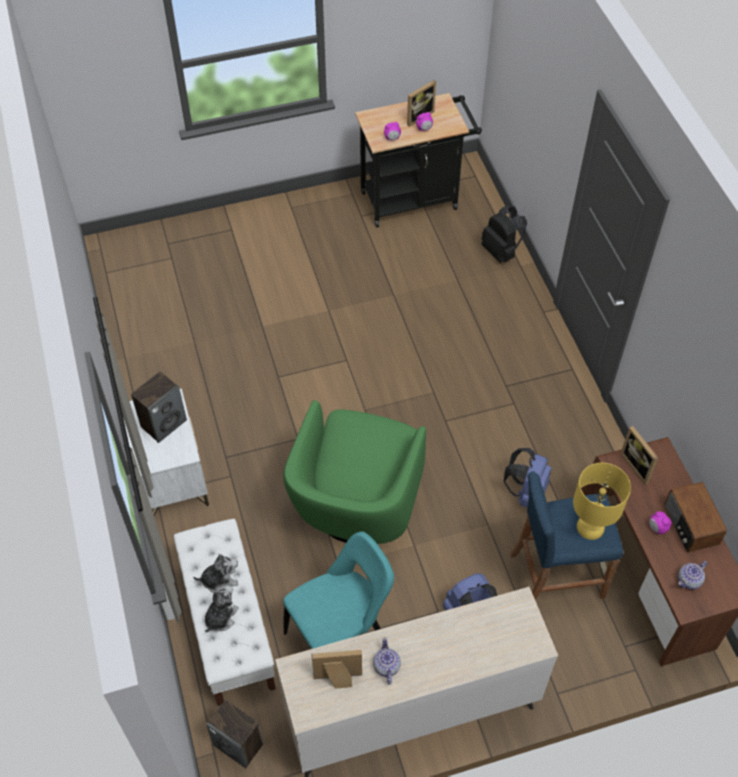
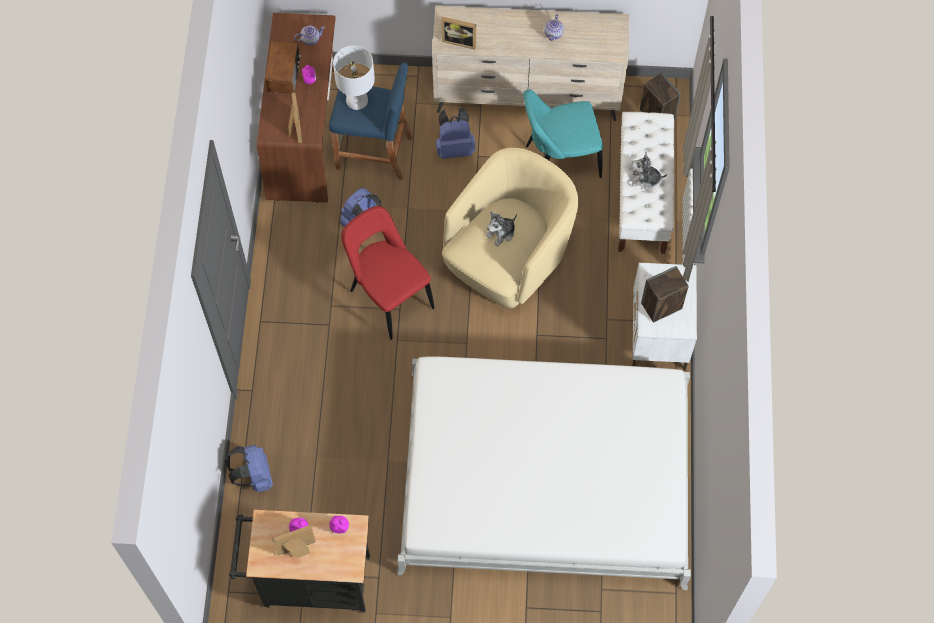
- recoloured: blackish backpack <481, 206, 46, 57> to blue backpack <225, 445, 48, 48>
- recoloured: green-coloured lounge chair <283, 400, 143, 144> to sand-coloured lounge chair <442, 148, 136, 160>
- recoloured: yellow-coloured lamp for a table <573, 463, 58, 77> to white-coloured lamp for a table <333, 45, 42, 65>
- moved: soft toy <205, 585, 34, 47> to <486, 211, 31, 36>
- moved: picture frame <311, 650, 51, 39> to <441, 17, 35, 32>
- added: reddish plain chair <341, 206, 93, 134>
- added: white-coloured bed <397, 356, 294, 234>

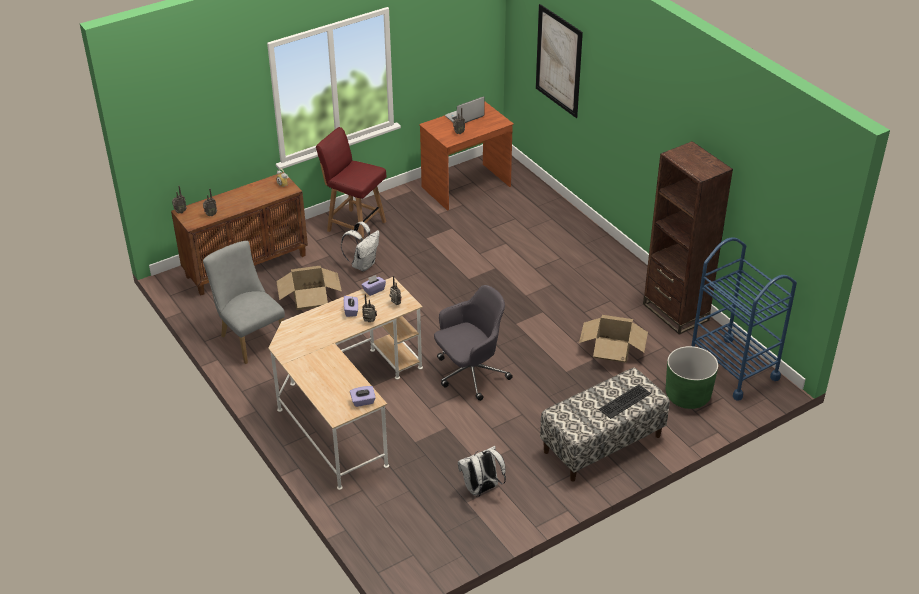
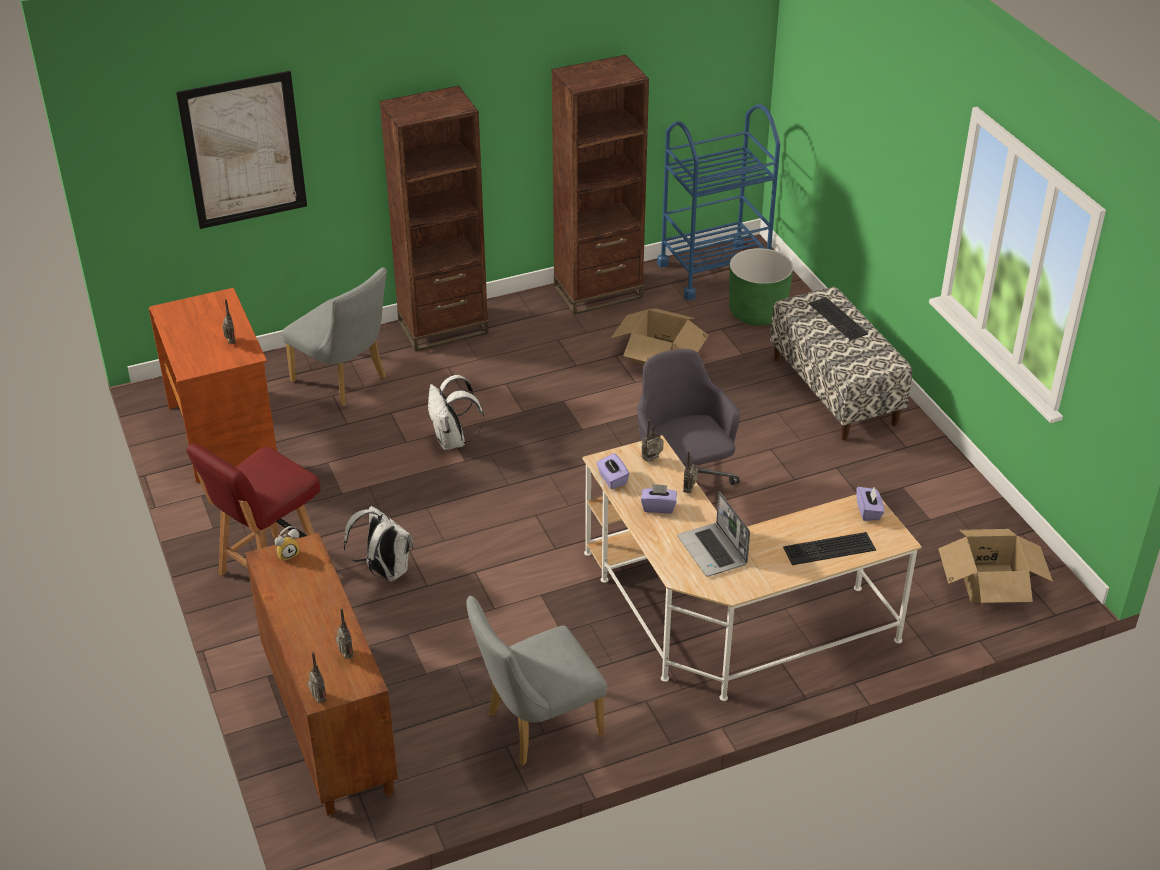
- moved: laptop <445, 96, 40, 27> to <678, 491, 72, 86>
- moved: carton <276, 266, 66, 44> to <938, 529, 115, 74>
- moved: white-coloured backpack <458, 446, 48, 51> to <428, 375, 56, 75>
- added: brown shelving unit <380, 86, 109, 266>
- added: gray plain chair <282, 267, 105, 139>
- added: PC keyboard <783, 532, 93, 33>

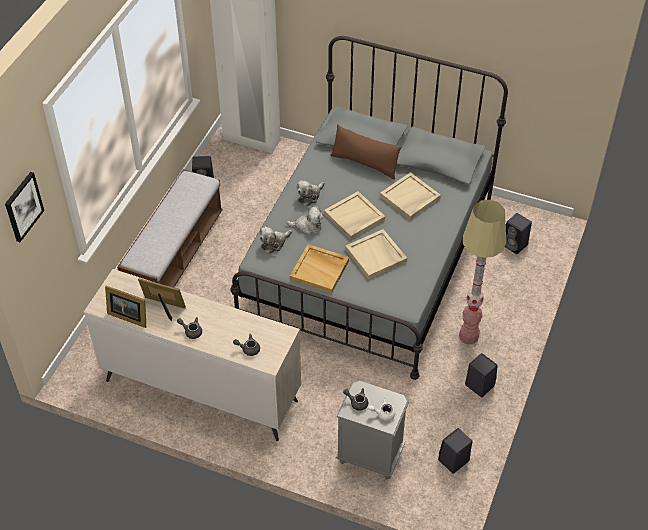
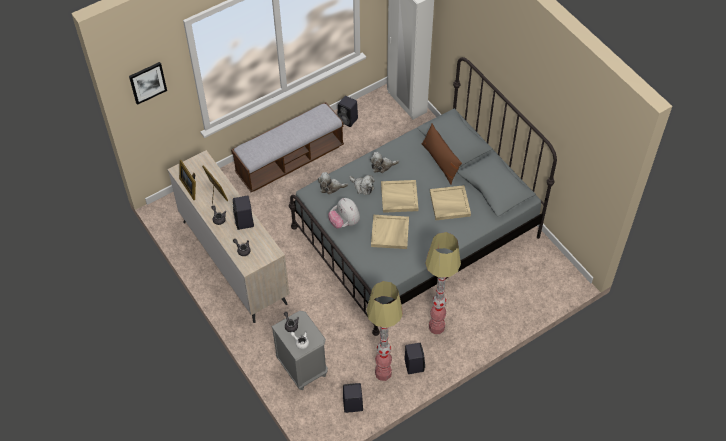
- moved: blackish speaker <505, 213, 27, 41> to <233, 196, 21, 34>
- replaced: sand-coloured carrying tray <290, 244, 59, 49> to soft toy <328, 198, 32, 31>
- added: floor lamp <366, 281, 37, 100>

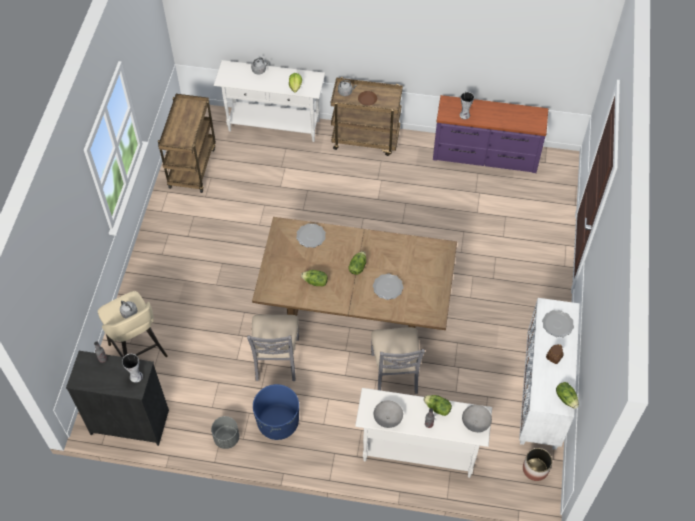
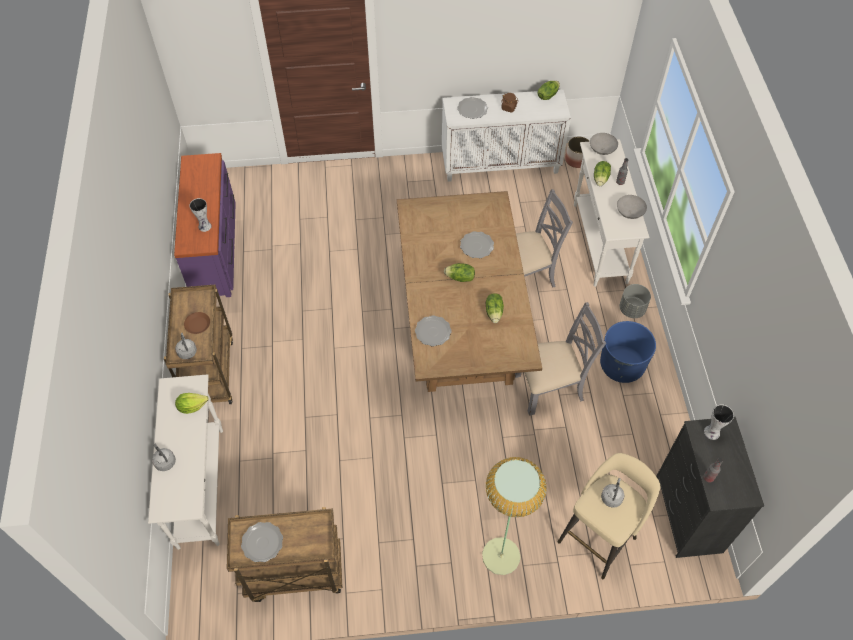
- moved: gray plant pot <211, 416, 28, 33> to <620, 284, 31, 34>
- added: floor lamp <482, 457, 65, 118>
- added: flat dish <241, 522, 42, 40>

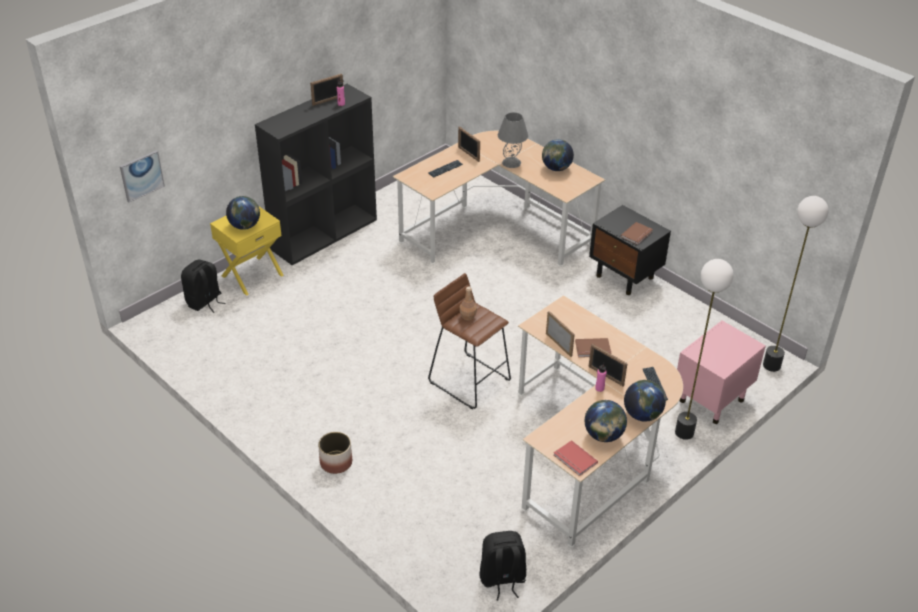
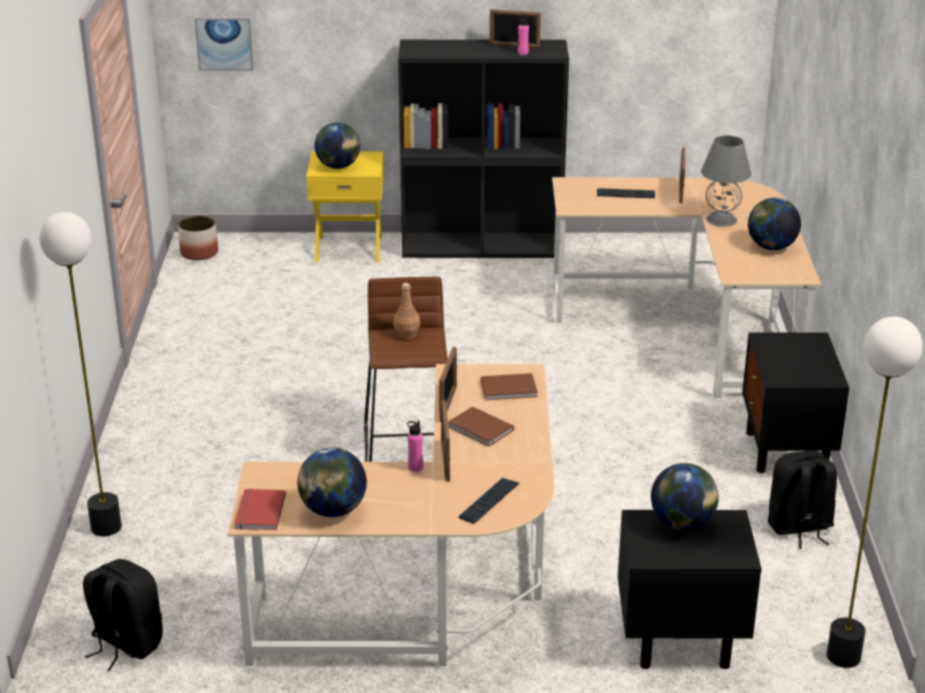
- moved: brown volume <621, 222, 32, 23> to <481, 373, 57, 27>
- moved: floor lamp <675, 259, 59, 181> to <40, 212, 82, 324>
- moved: blackish backpack <181, 260, 44, 53> to <768, 450, 69, 99>
- recoloured: pink nightstand <677, 321, 89, 103> to blackish nightstand <618, 510, 144, 159>
- moved: desk globe <624, 380, 42, 41> to <651, 463, 68, 68>
- moved: plant pot <318, 432, 34, 42> to <178, 216, 40, 44>

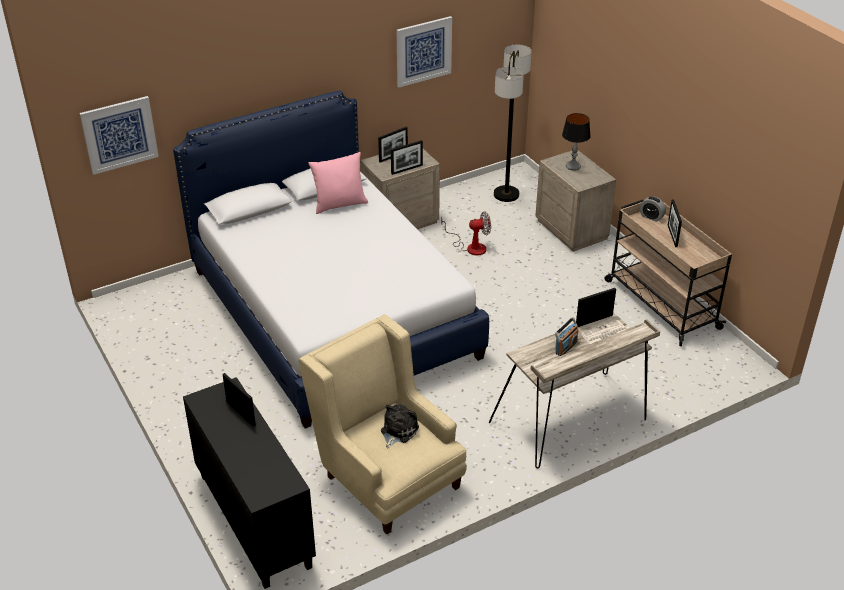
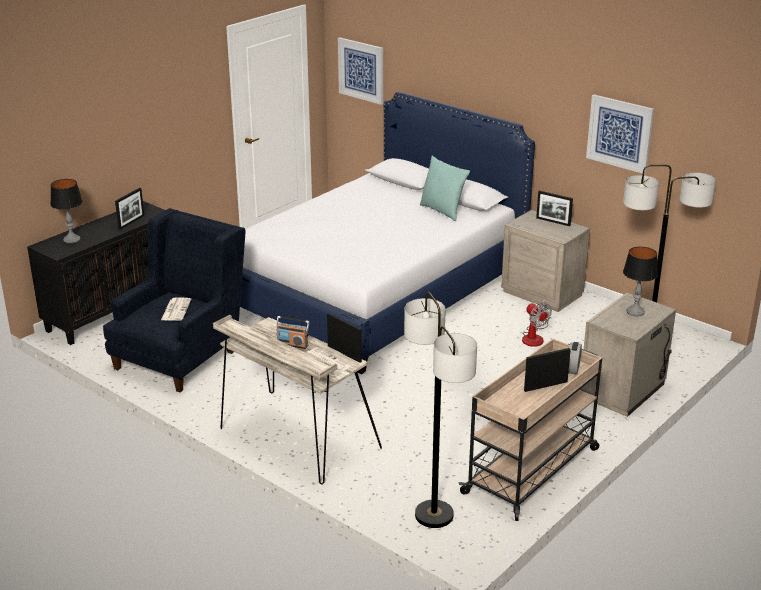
- removed: picture frame <391, 140, 32, 35>
- recoloured: pink throw pillow <309, 152, 59, 62> to turquoise throw pillow <420, 156, 50, 65>
- recoloured: sand-coloured lounge chair <298, 314, 169, 220> to blue lounge chair <103, 208, 142, 184>
- replaced: soft toy <381, 404, 38, 44> to daily paper <161, 297, 30, 24>
- added: lamp for a table <50, 179, 33, 64>
- added: floor lamp <404, 292, 73, 236>

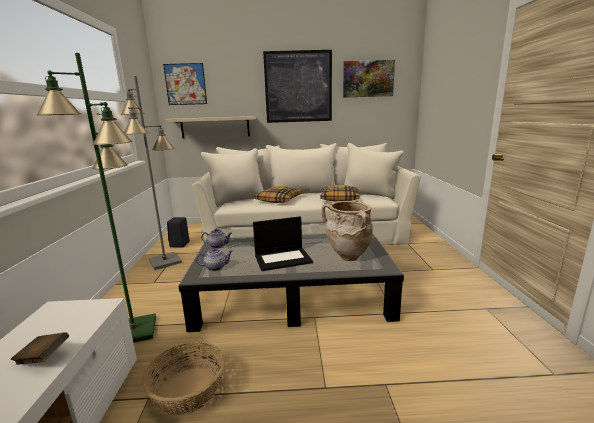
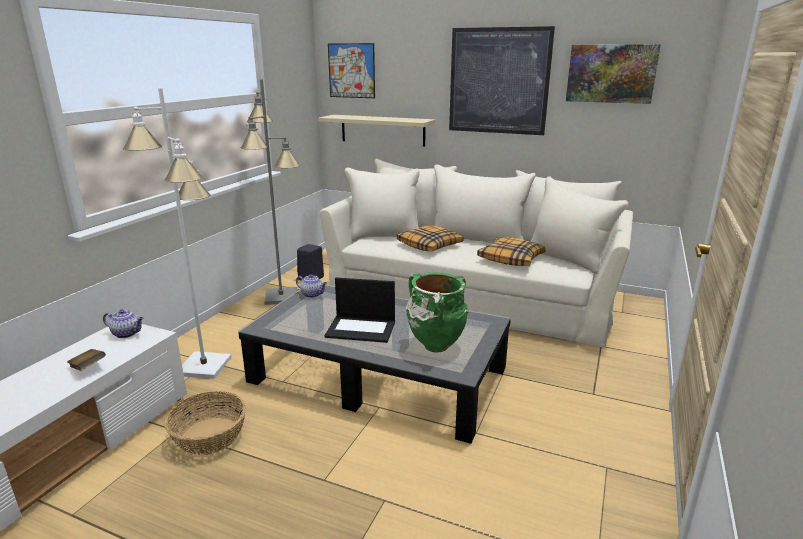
- recoloured: green-coloured floor lamp <37, 53, 119, 290> to white-coloured floor lamp <123, 88, 109, 291>
- recoloured: sand-coloured flower vase <321, 200, 52, 61> to green-coloured flower vase <406, 272, 63, 81>
- moved: teapot <196, 248, 37, 23> to <103, 309, 40, 29>

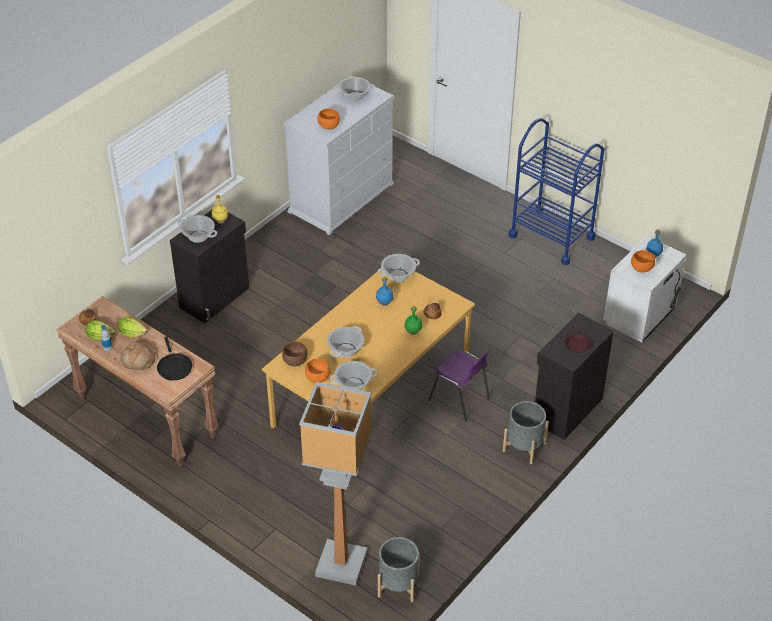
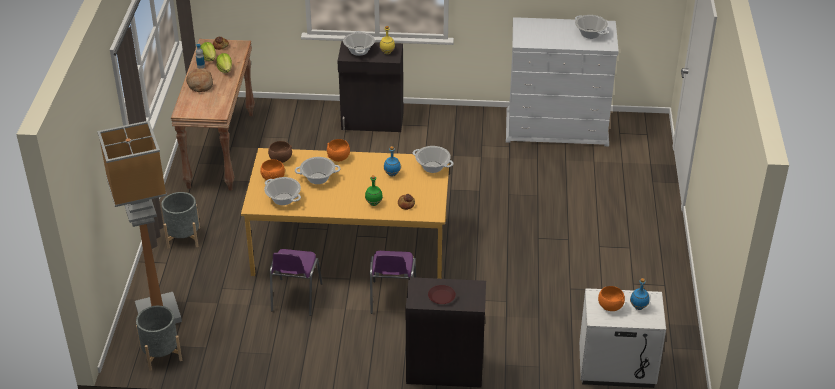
- moved: orange-coloured serving bowl <317, 108, 23, 22> to <327, 139, 23, 23>
- removed: blue cart <509, 118, 95, 147>
- removed: blackish skillet <157, 337, 35, 44>
- moved: gray plant pot <503, 401, 46, 63> to <161, 192, 39, 57>
- added: purple plain chair <270, 249, 53, 67>

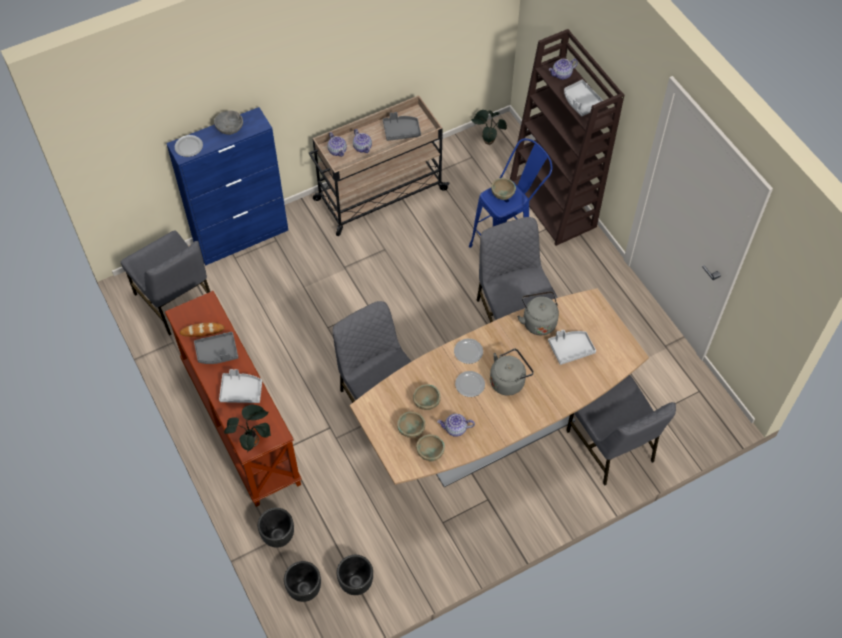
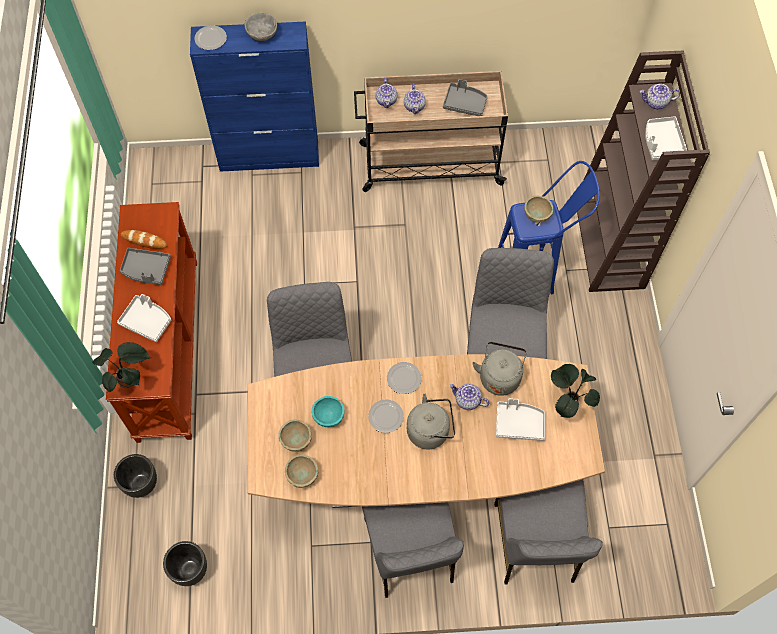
- moved: houseplant <471, 110, 36, 35> to <551, 364, 49, 54>
- moved: gray plain chair <121, 230, 89, 106> to <362, 490, 102, 108>
- recoloured: sand-coloured serving bowl <413, 384, 28, 26> to turquoise serving bowl <312, 396, 32, 31>
- moved: teapot <437, 414, 38, 23> to <449, 384, 40, 26>
- removed: blackish plant pot <284, 561, 37, 41>

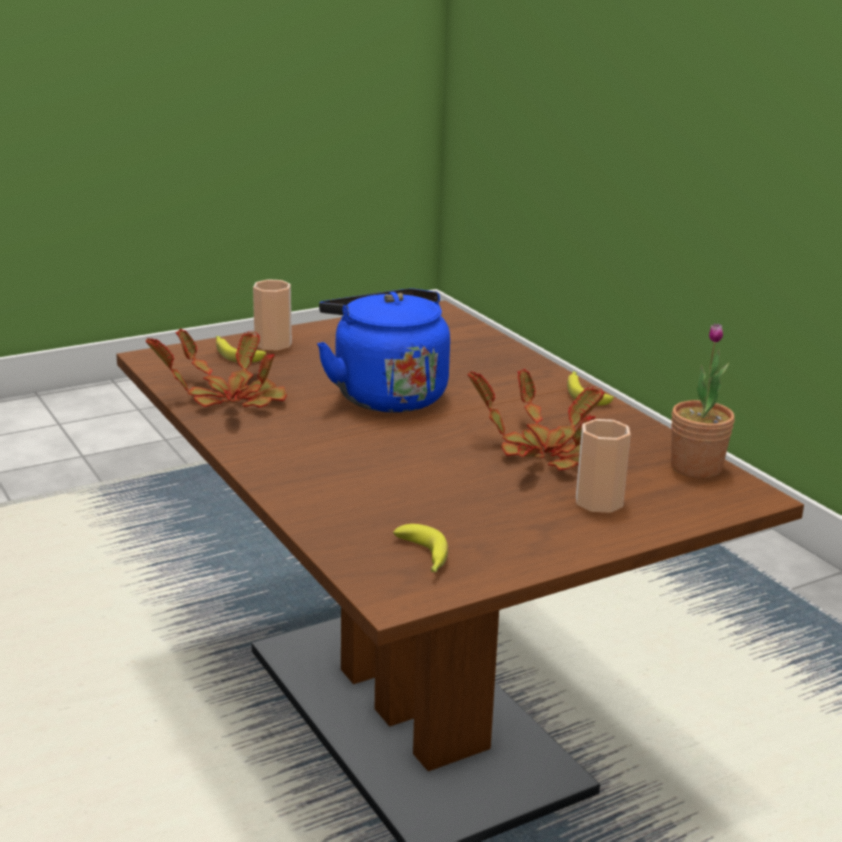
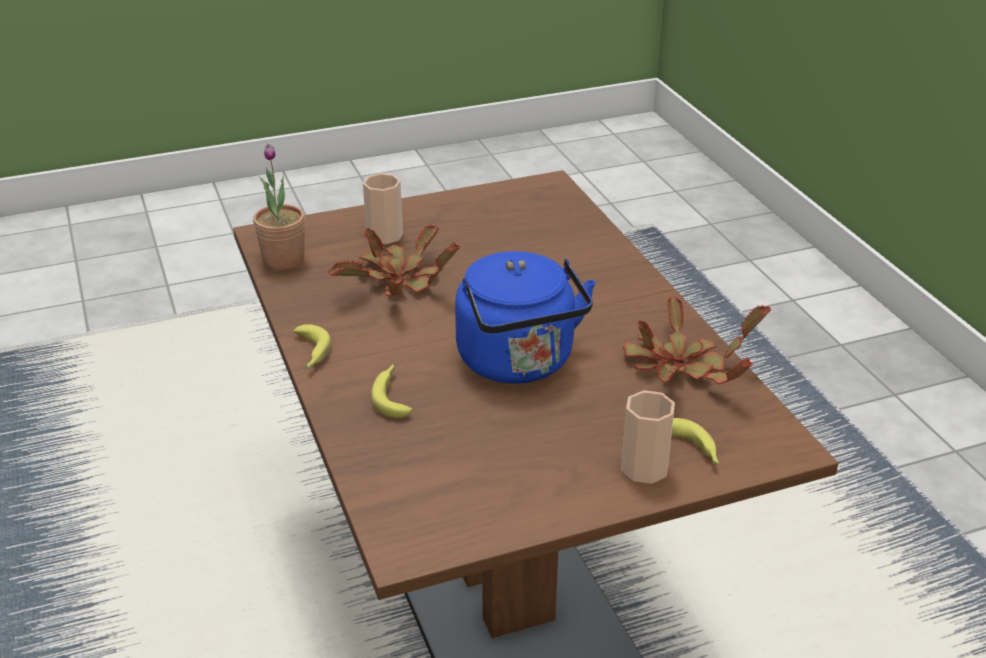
- moved: banana fruit <393, 524, 55, 48> to <371, 364, 41, 54>

